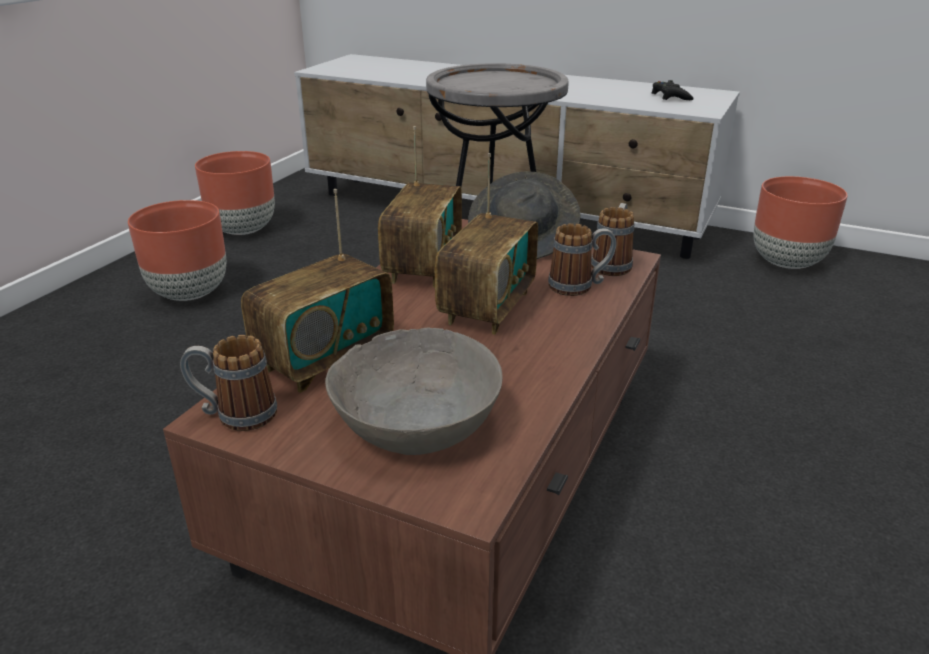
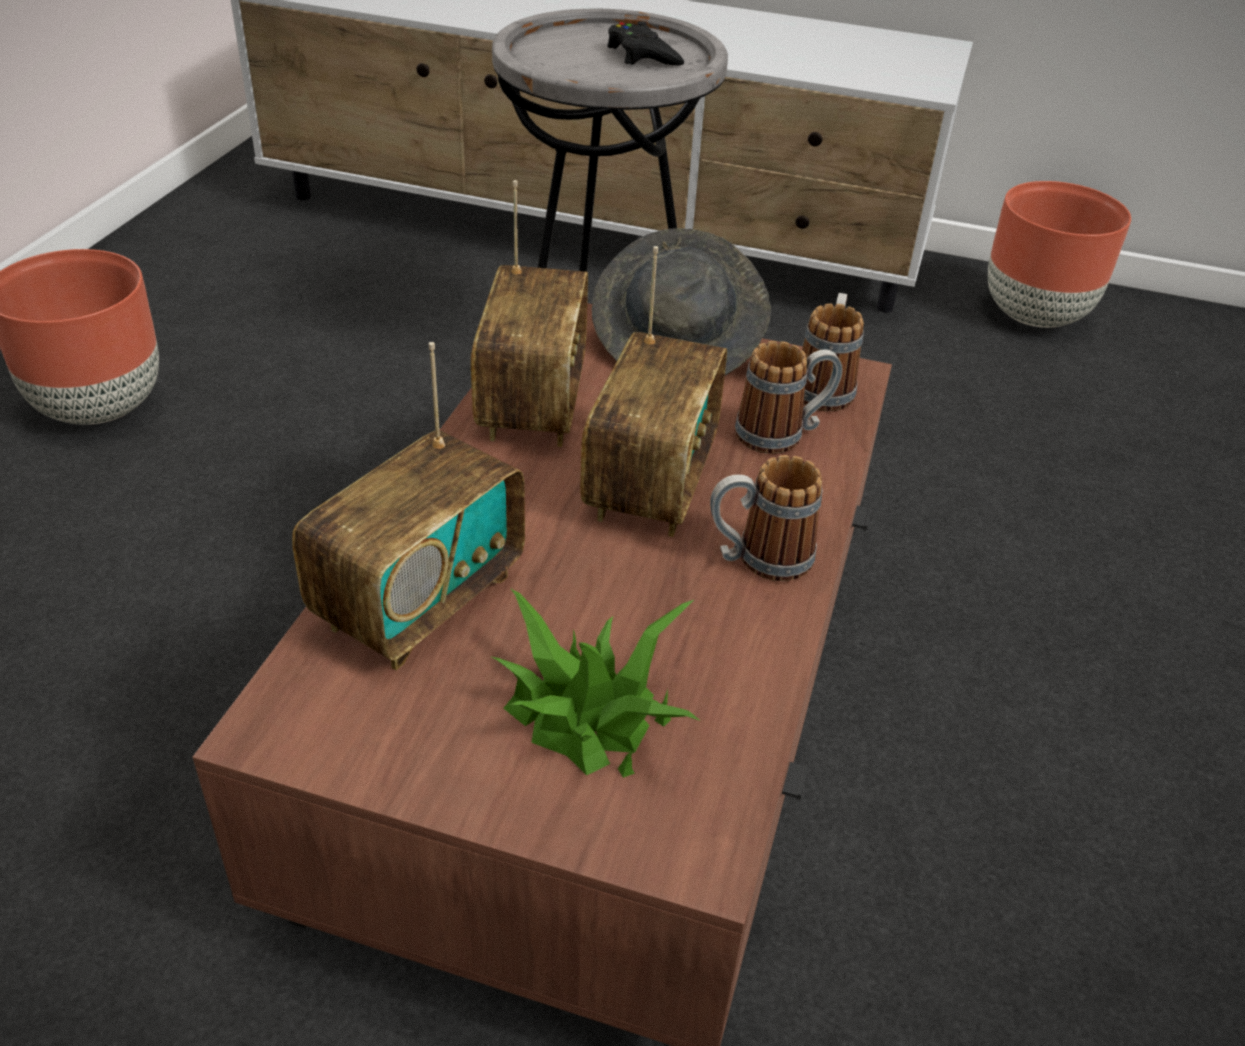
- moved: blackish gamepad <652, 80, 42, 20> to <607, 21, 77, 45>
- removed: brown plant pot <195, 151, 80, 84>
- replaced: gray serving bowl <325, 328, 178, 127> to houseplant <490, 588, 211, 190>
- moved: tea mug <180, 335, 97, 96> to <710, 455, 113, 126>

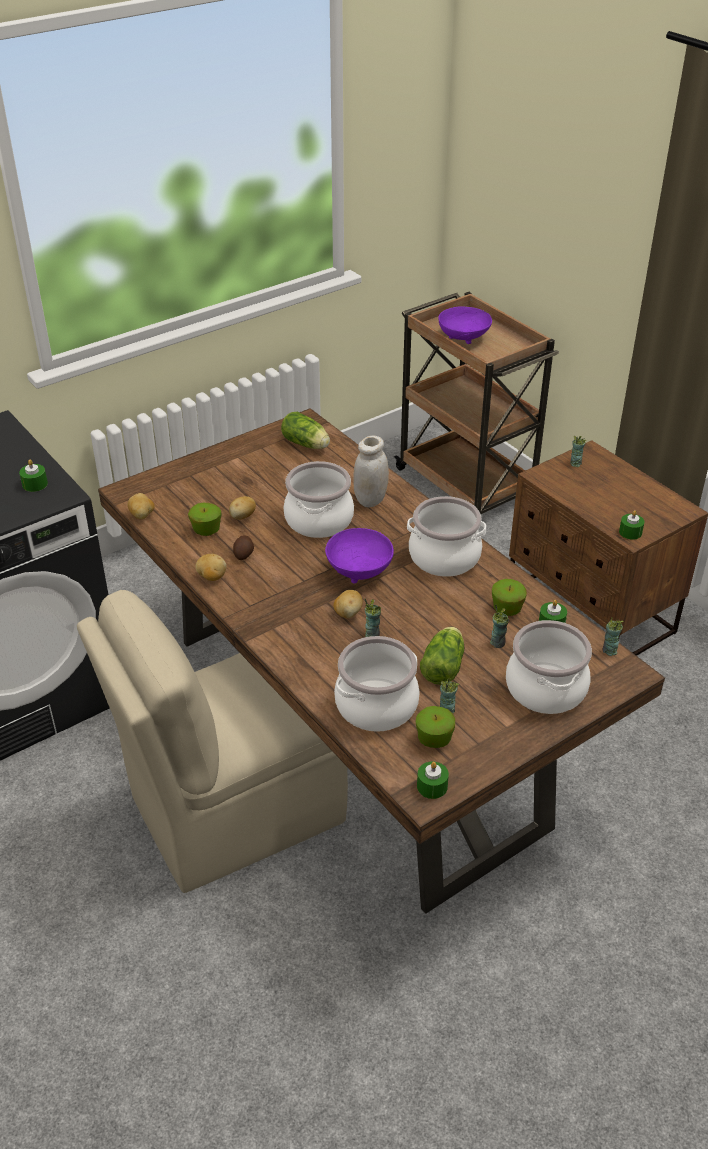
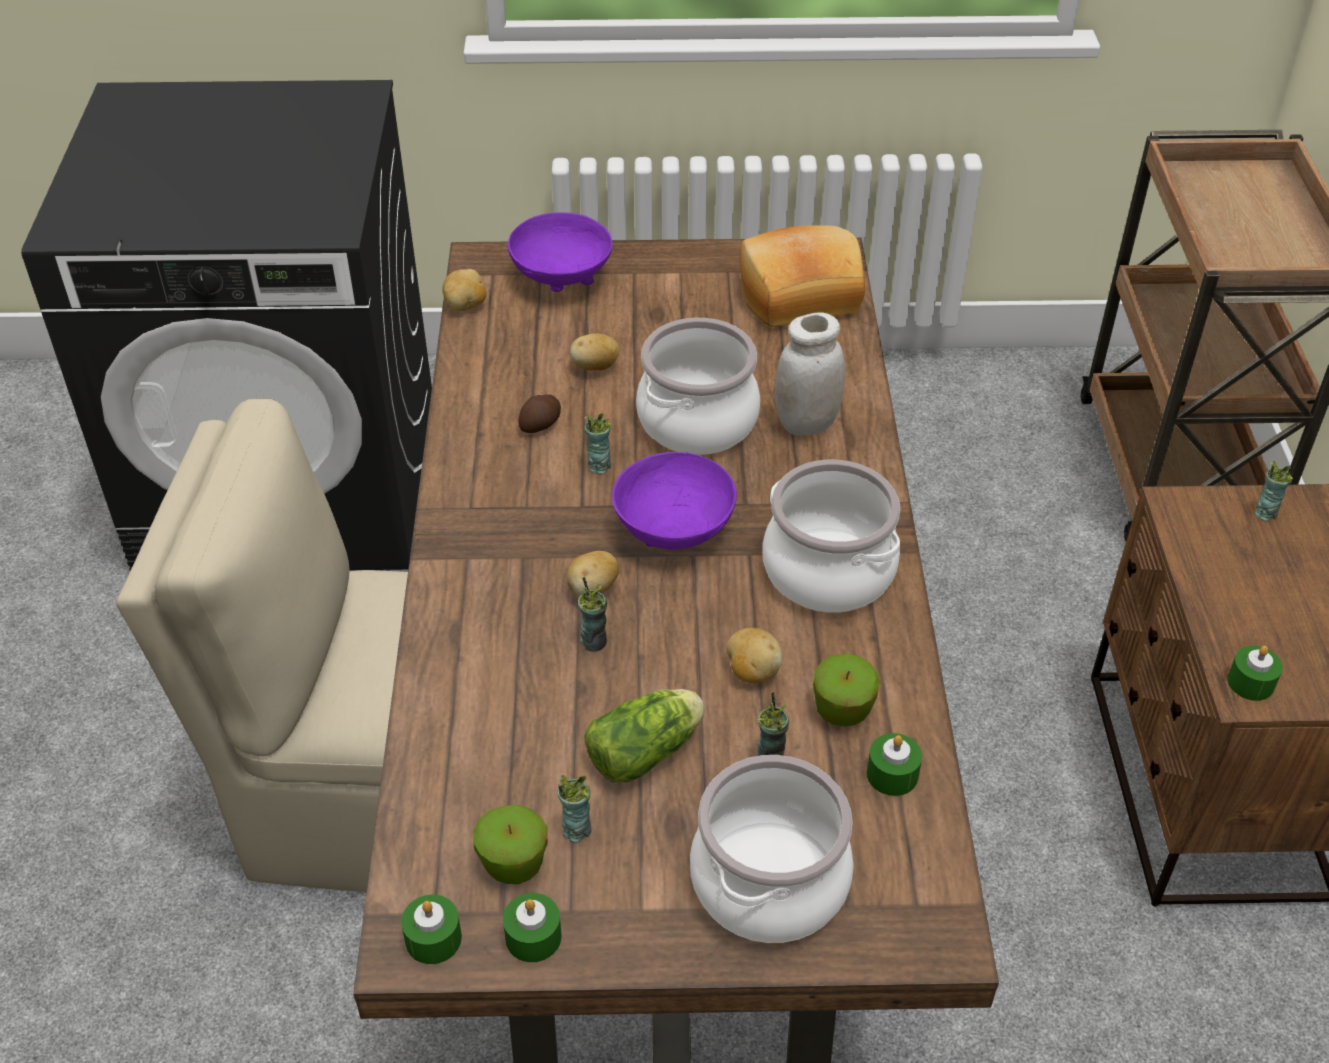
- moved: purple serving bowl <439, 306, 53, 38> to <508, 212, 105, 80>
- replaced: lettuce head <281, 412, 49, 37> to baked bread <739, 225, 126, 102>
- moved: green-coloured wax light <19, 460, 29, 32> to <503, 893, 59, 69>
- removed: apple fruit <188, 503, 34, 33>
- moved: spud <195, 554, 31, 27> to <727, 628, 55, 55>
- moved: cup <603, 618, 21, 38> to <584, 413, 28, 62>
- removed: cooking pot <334, 636, 86, 96>

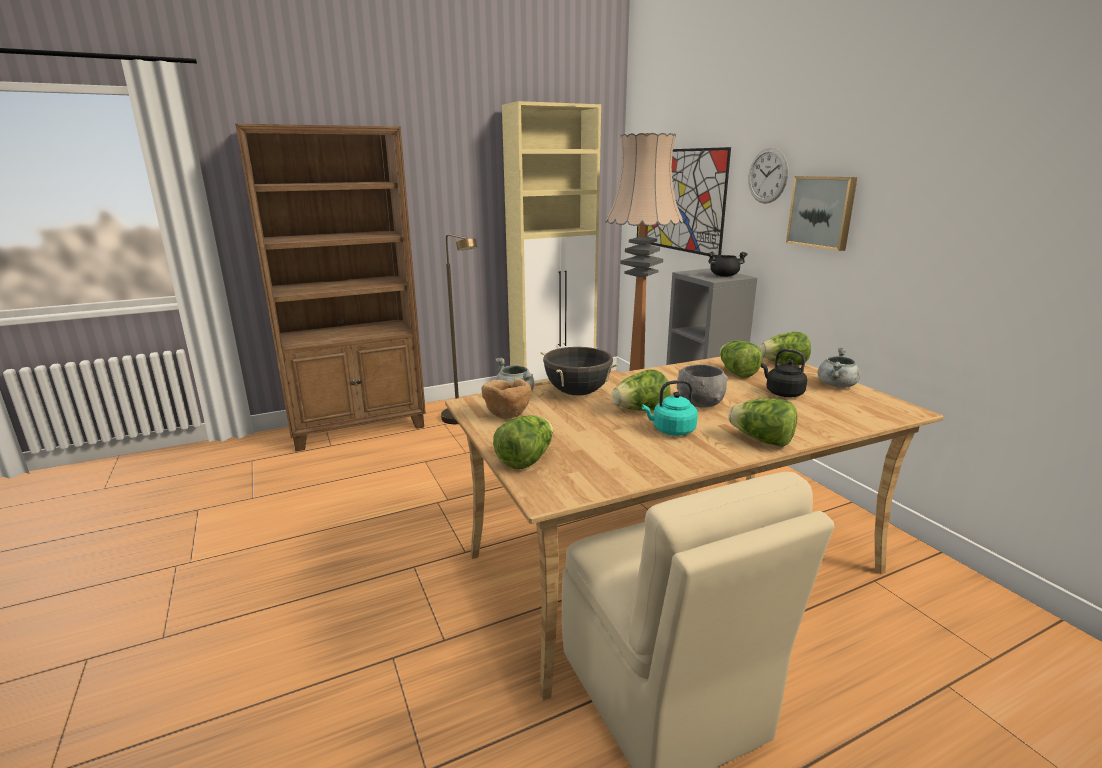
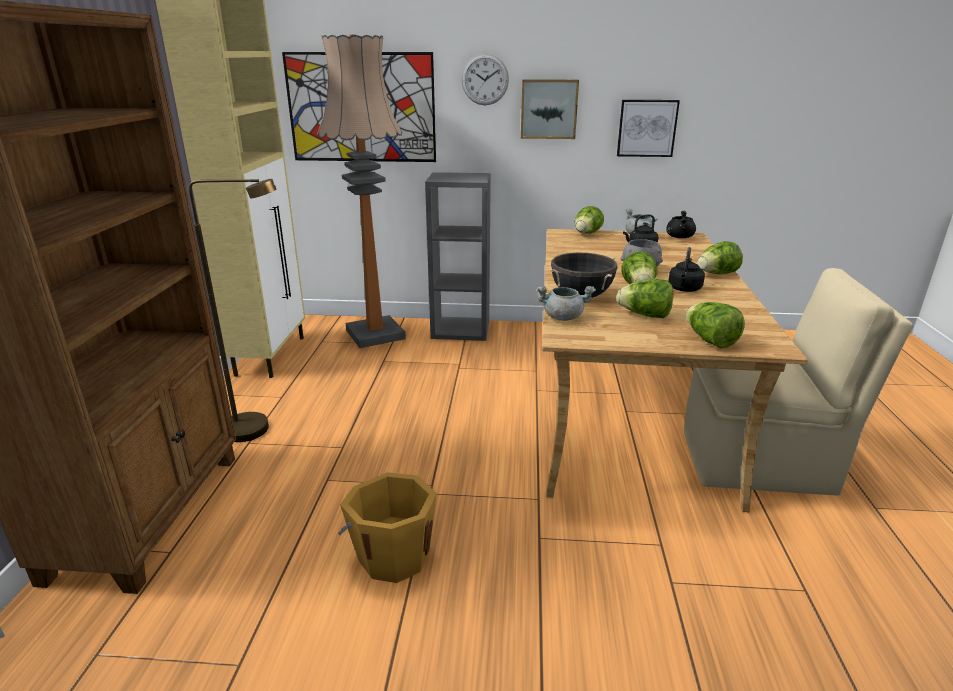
- moved: blackish cooking pot <708, 252, 40, 25> to <666, 211, 30, 27>
- moved: lettuce head <720, 341, 43, 37> to <617, 279, 56, 39>
- removed: brown serving bowl <481, 378, 51, 41>
- recoloured: turquoise kettle <642, 380, 56, 56> to blackish kettle <668, 247, 37, 45>
- added: wall art <617, 100, 63, 57>
- added: orange-coloured bucket <338, 472, 99, 111>

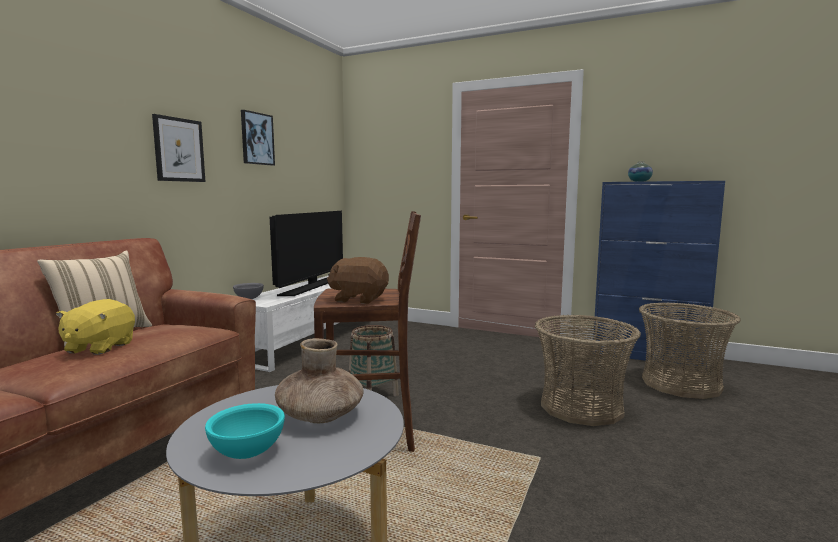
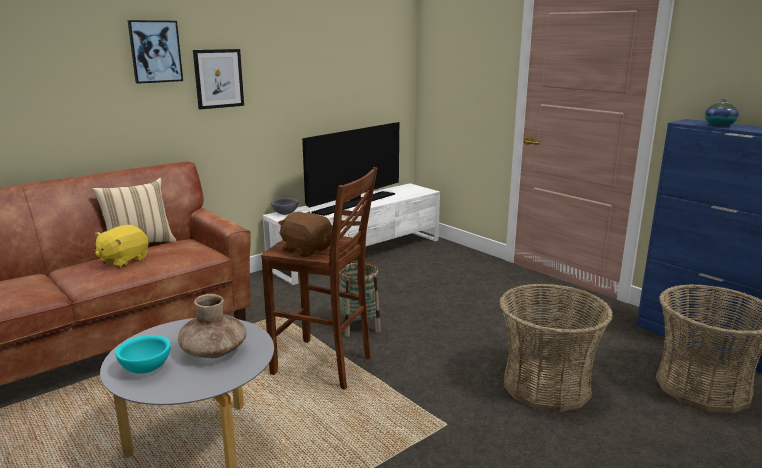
- moved: wall art <241, 110, 34, 56> to <128, 20, 55, 64>

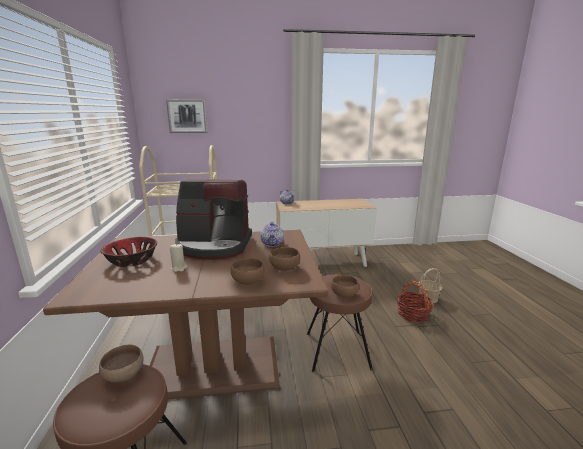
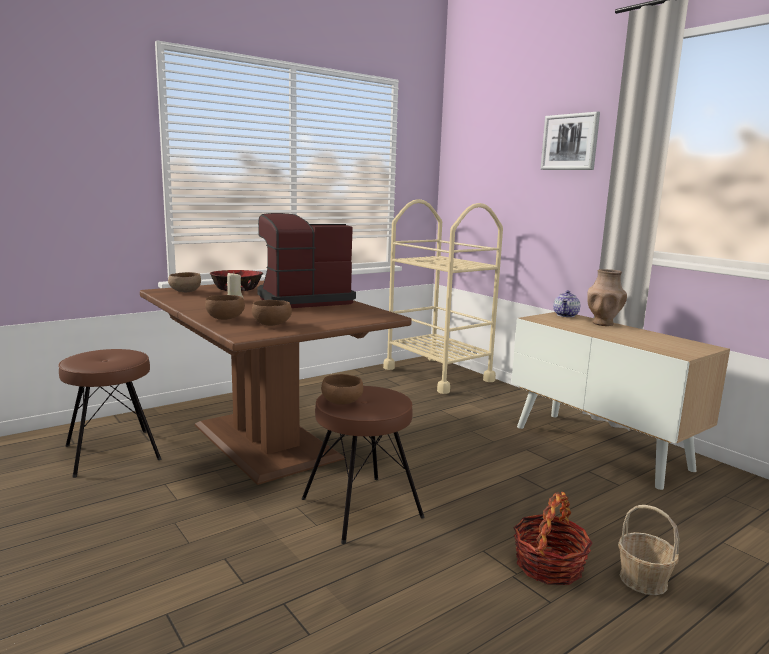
- moved: wall art <166, 99, 42, 34> to <540, 112, 60, 58>
- turned: coffee machine <175, 179, 77, 81> = <257, 213, 99, 95> 90 degrees clockwise
- removed: teapot <261, 222, 23, 25>
- moved: brown serving bowl <99, 345, 45, 38> to <168, 272, 33, 20>
- added: brown flower vase <587, 269, 40, 57>

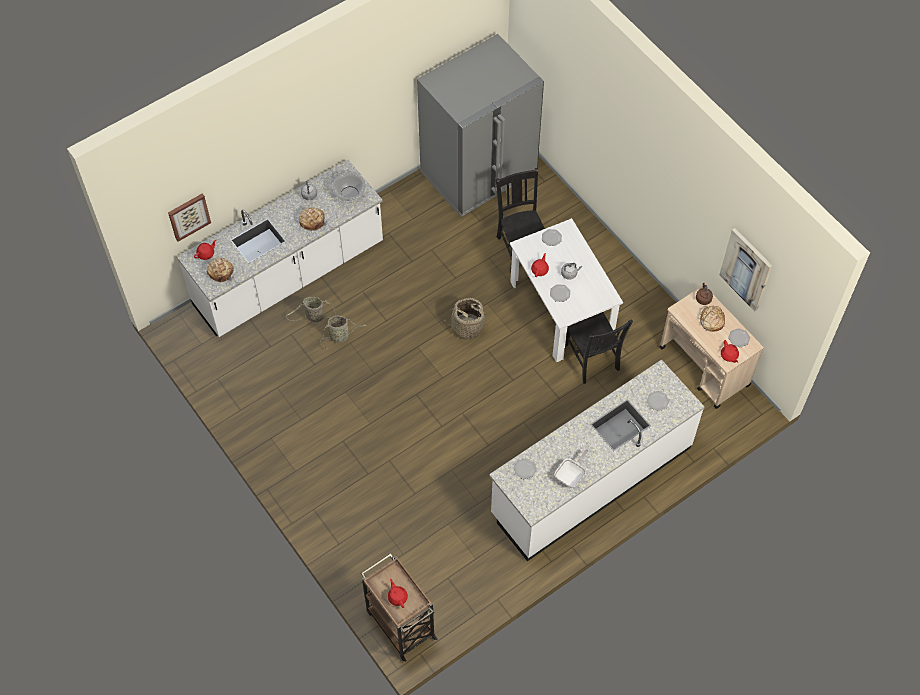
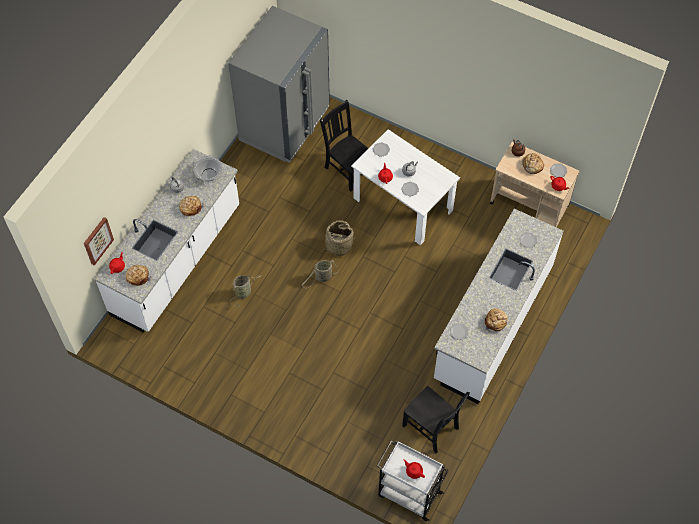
- removed: wall art <719, 228, 53, 84>
- moved: storage basket <286, 297, 49, 25> to <301, 260, 38, 28>
- moved: blackish plain chair <565, 312, 68, 72> to <402, 386, 68, 67>
- replaced: skillet <555, 449, 34, 39> to baked bread <485, 308, 23, 24>
- recoloured: brown cart <361, 554, 77, 108> to white-coloured cart <376, 440, 72, 81>

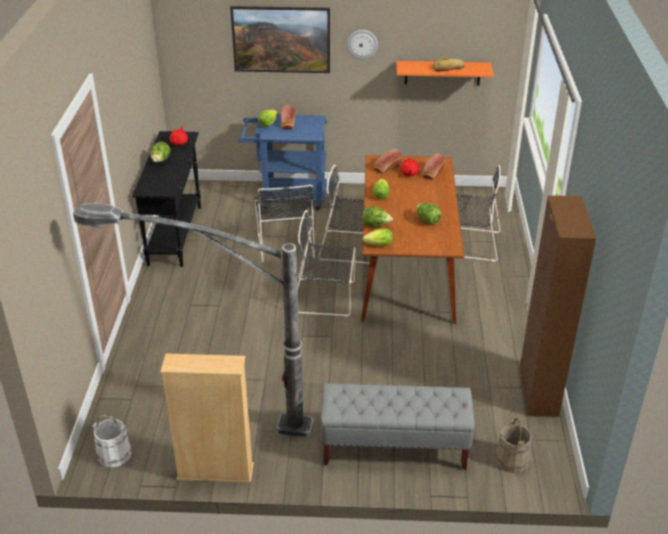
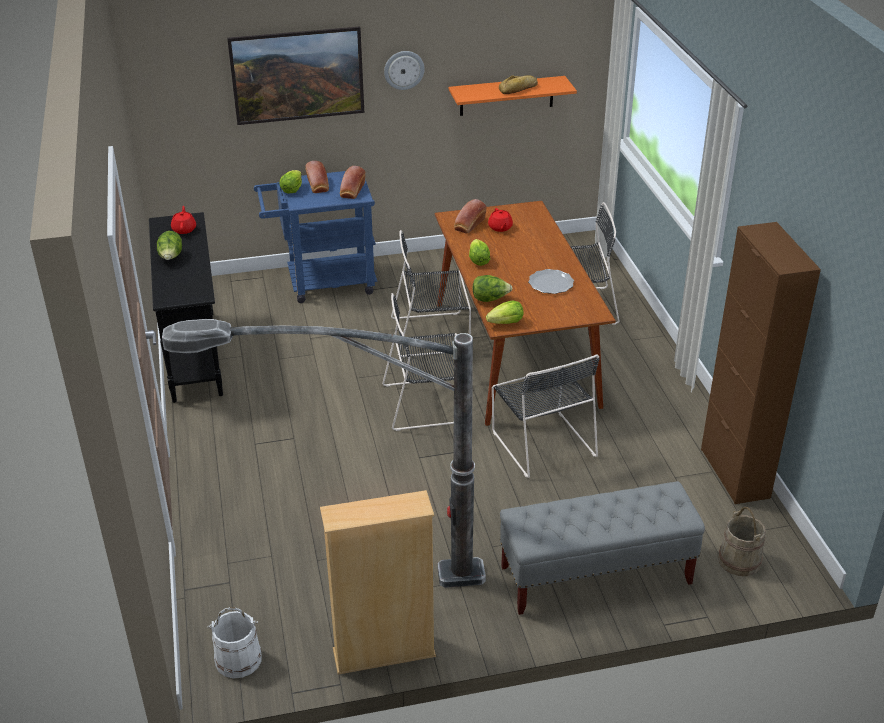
- moved: baked bread <422, 153, 24, 27> to <340, 166, 25, 33>
- moved: blackish plain chair <255, 185, 60, 77> to <492, 354, 107, 124>
- replaced: lettuce head <416, 203, 25, 22> to flat dish <528, 269, 46, 25>

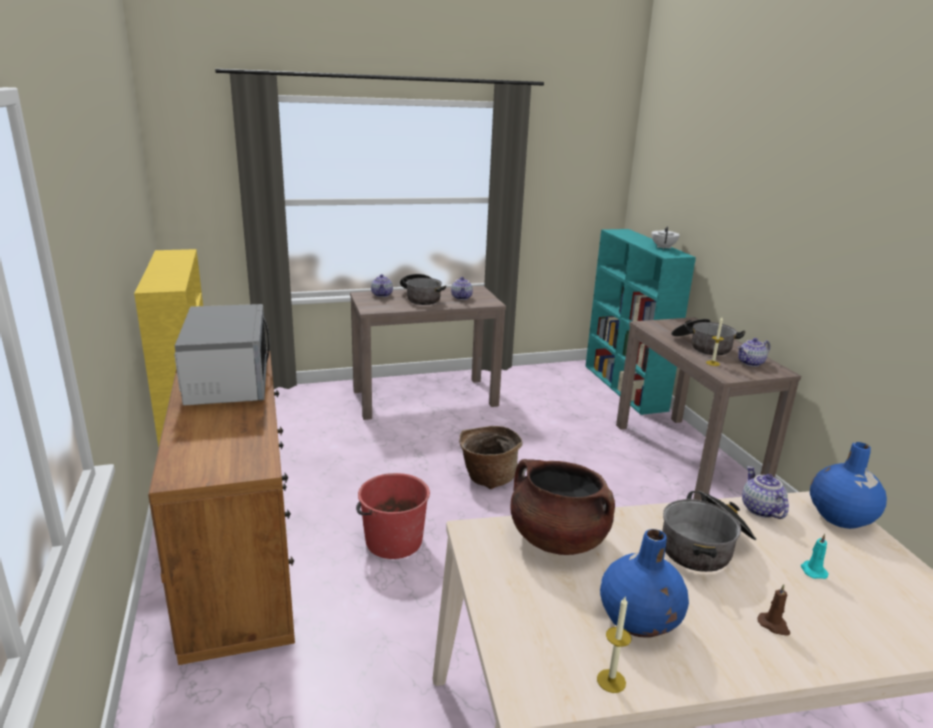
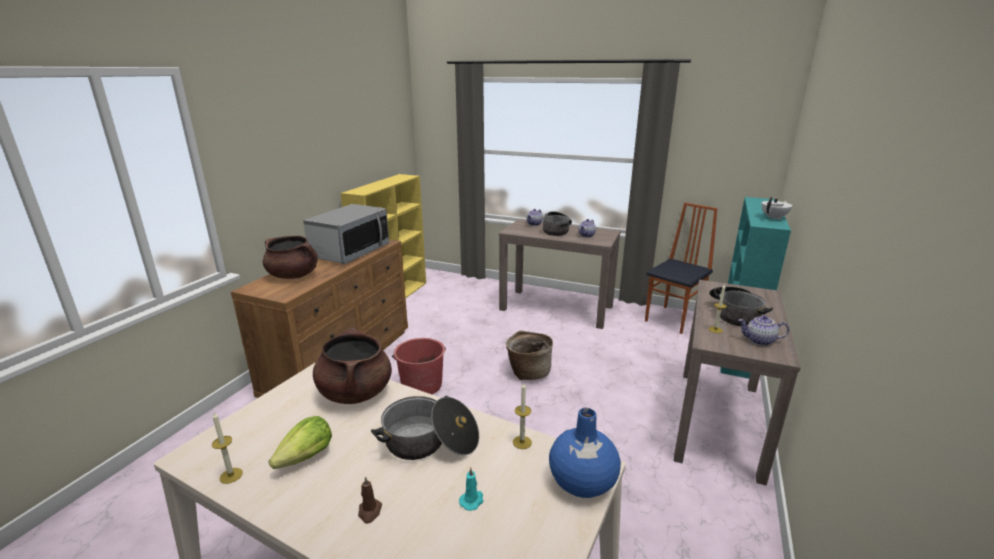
- replaced: teapot <742, 466, 47, 53> to wax light <513, 383, 19, 66>
- replaced: blue flower vase <600, 529, 89, 109> to lettuce head <268, 416, 64, 53>
- added: plain chair <645, 203, 73, 131>
- added: brown cooking pot <263, 236, 55, 43>

